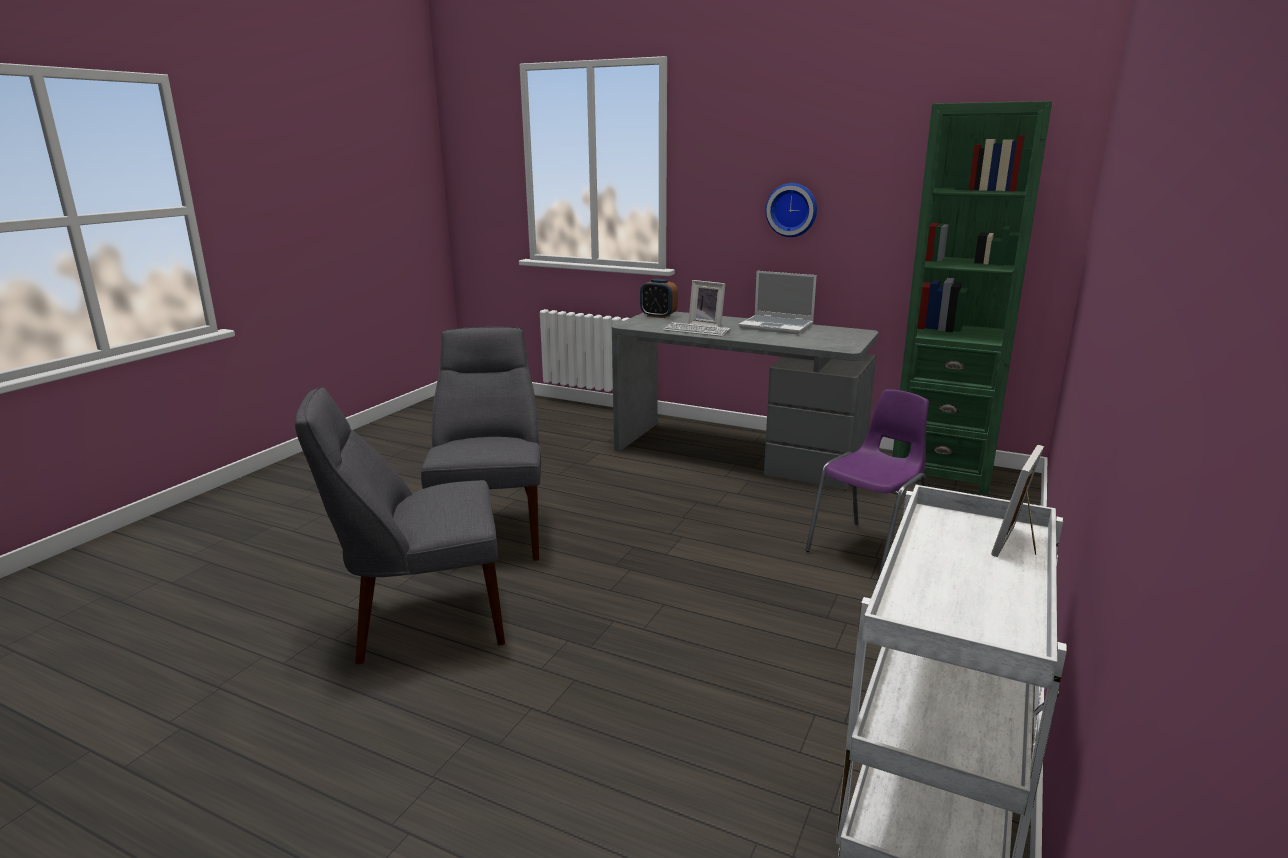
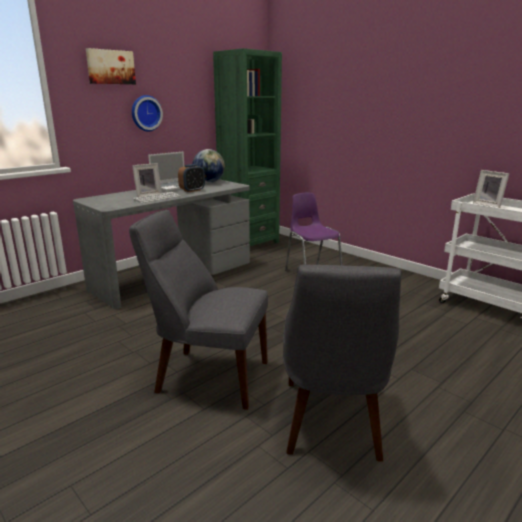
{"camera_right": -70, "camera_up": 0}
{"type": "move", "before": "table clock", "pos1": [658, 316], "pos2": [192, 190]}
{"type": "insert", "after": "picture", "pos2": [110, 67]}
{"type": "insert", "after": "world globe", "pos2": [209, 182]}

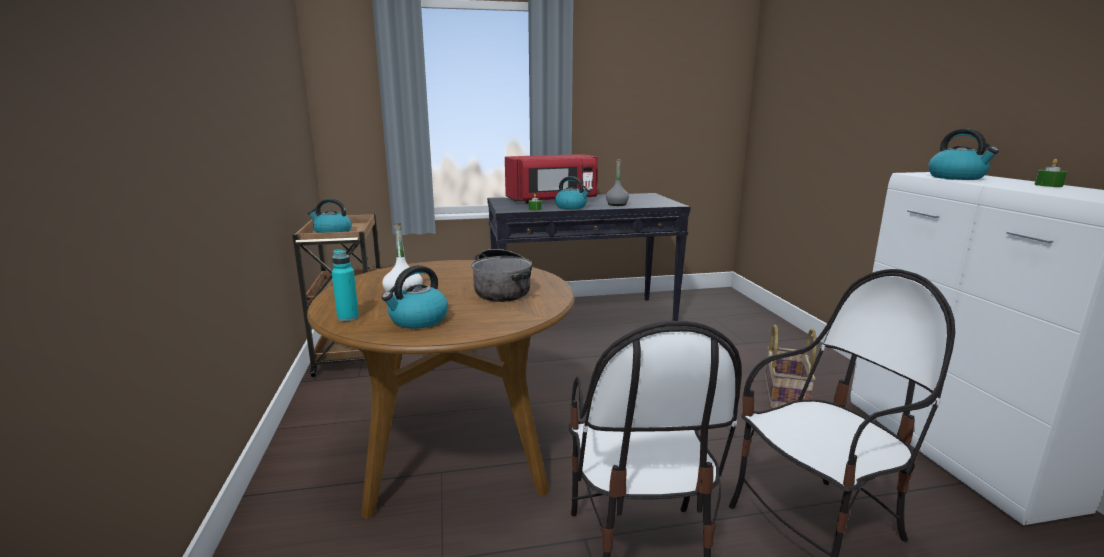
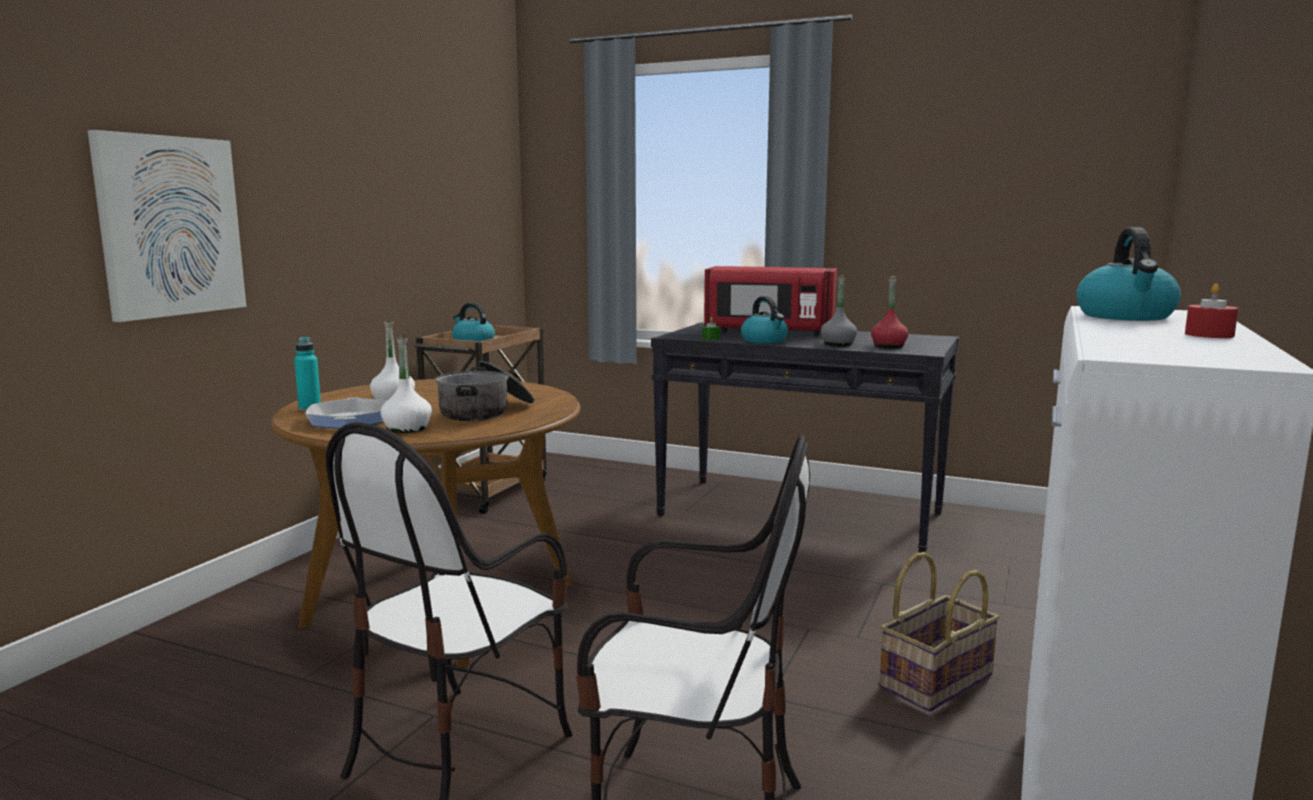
{"camera_right": 35, "camera_up": -5}
{"type": "replace", "before": "kettle", "after": "frying pan", "pos1": [418, 320], "pos2": [350, 420]}
{"type": "recolor", "before": "green wax light", "after": "red wax light", "pos1": [1048, 185], "pos2": [1209, 335]}
{"type": "insert", "after": "picture", "pos2": [170, 226]}
{"type": "insert", "after": "white-coloured beverage bottle", "pos2": [407, 428]}
{"type": "insert", "after": "red beverage bottle", "pos2": [888, 346]}

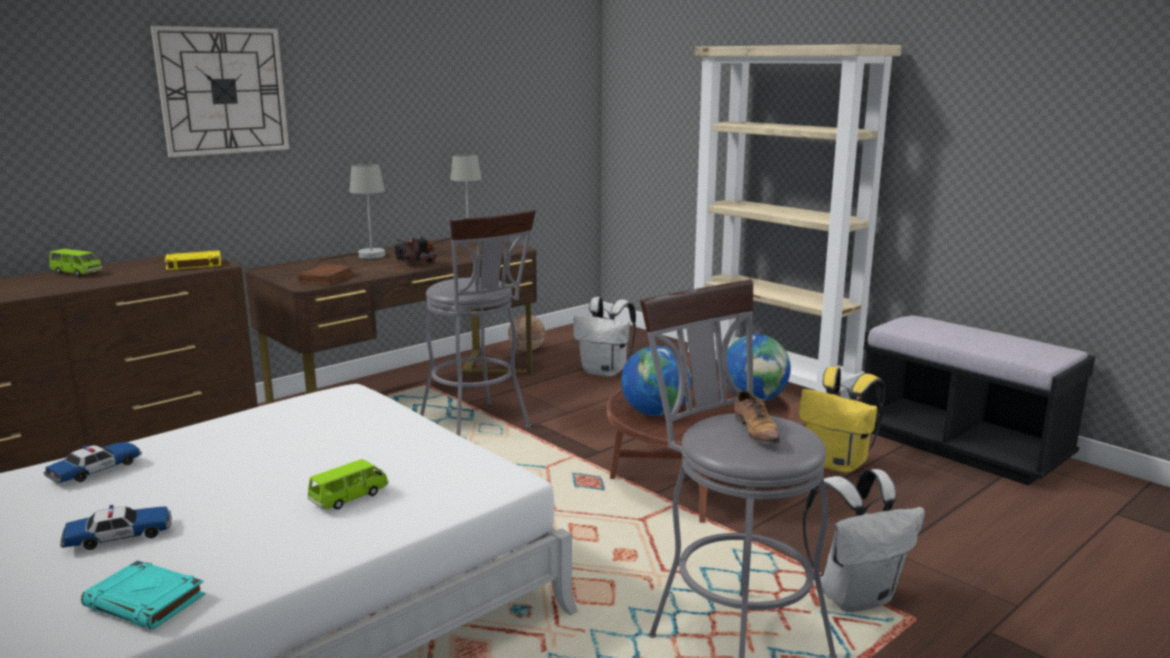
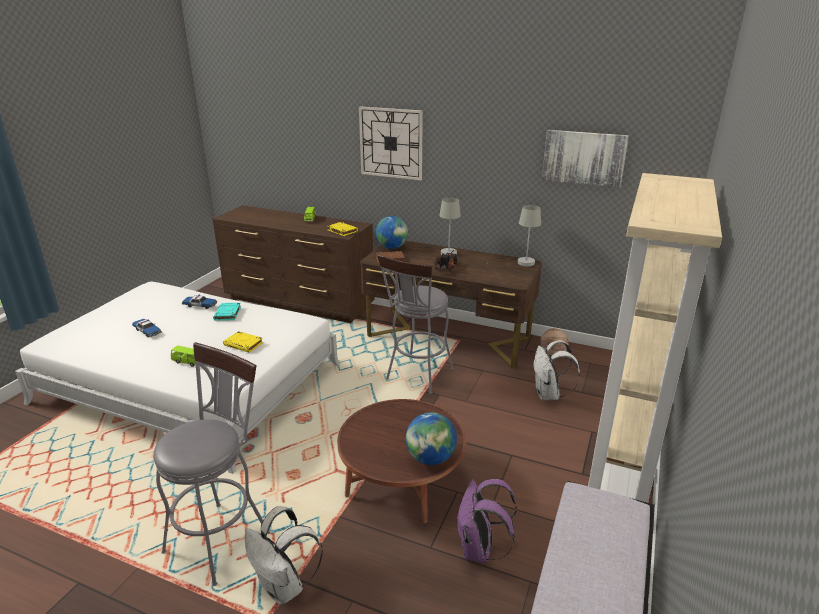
{"camera_right": 65, "camera_up": 10}
{"type": "move", "before": "blue-green volume", "pos1": [146, 602], "pos2": [228, 314]}
{"type": "move", "before": "world globe", "pos1": [655, 413], "pos2": [392, 247]}
{"type": "delete", "before": "low shoe", "pos1": [756, 431]}
{"type": "recolor", "before": "yellowish backpack", "after": "purple backpack", "pos1": [838, 464], "pos2": [479, 550]}
{"type": "insert", "after": "yellowish volume", "pos2": [244, 344]}
{"type": "insert", "after": "picture", "pos2": [584, 158]}

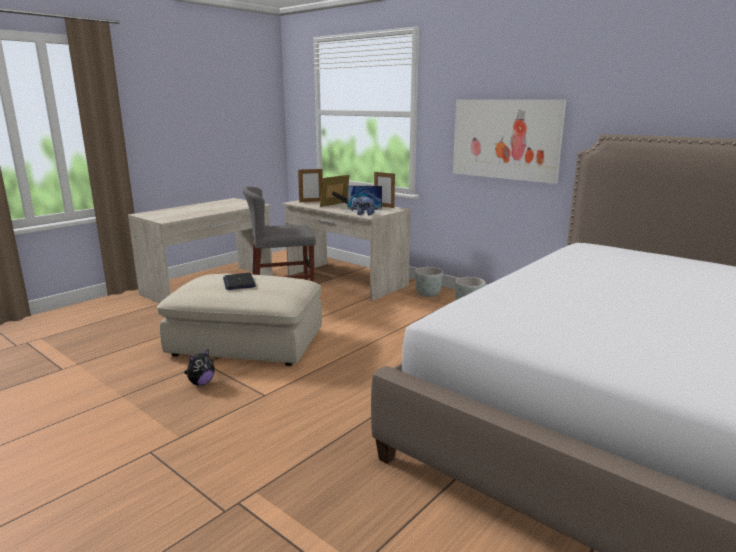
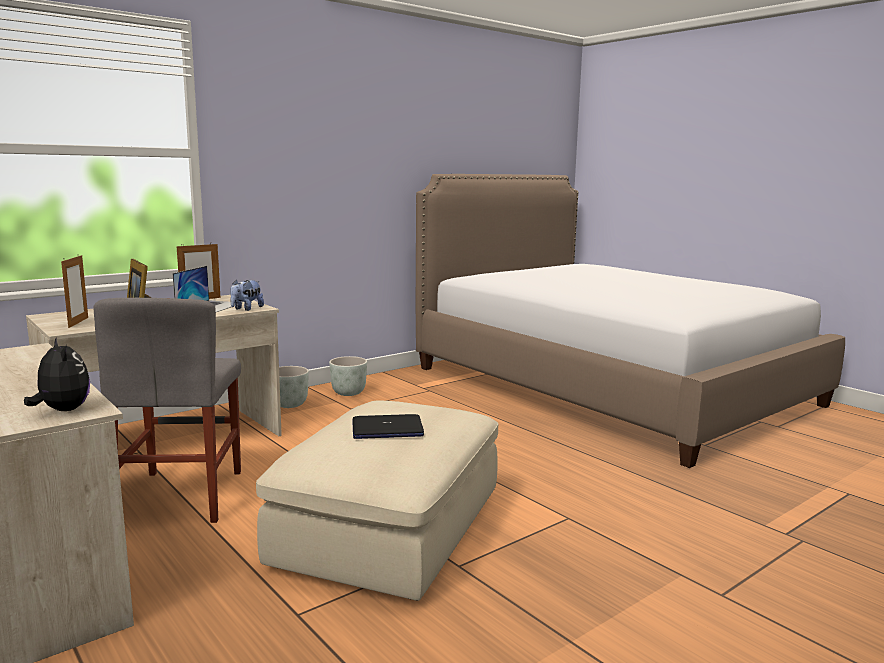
{"camera_right": -80, "camera_up": -5}
{"type": "move", "before": "plush toy", "pos1": [201, 383], "pos2": [62, 410]}
{"type": "delete", "before": "picture", "pos1": [505, 139]}

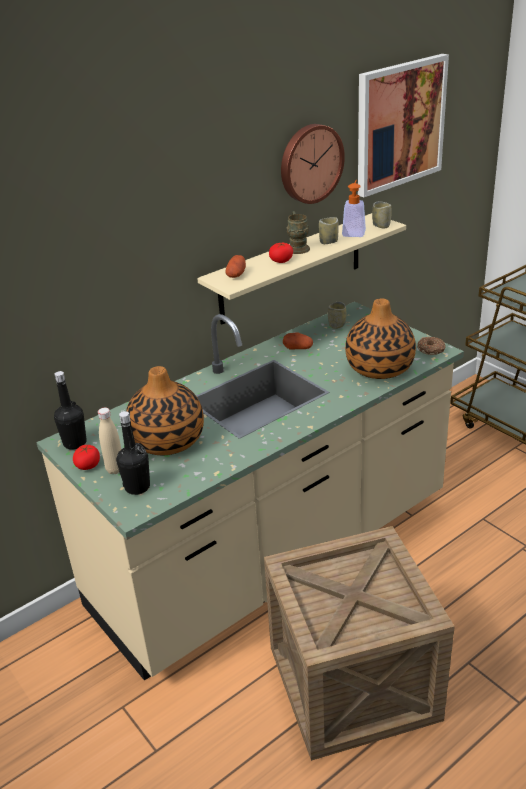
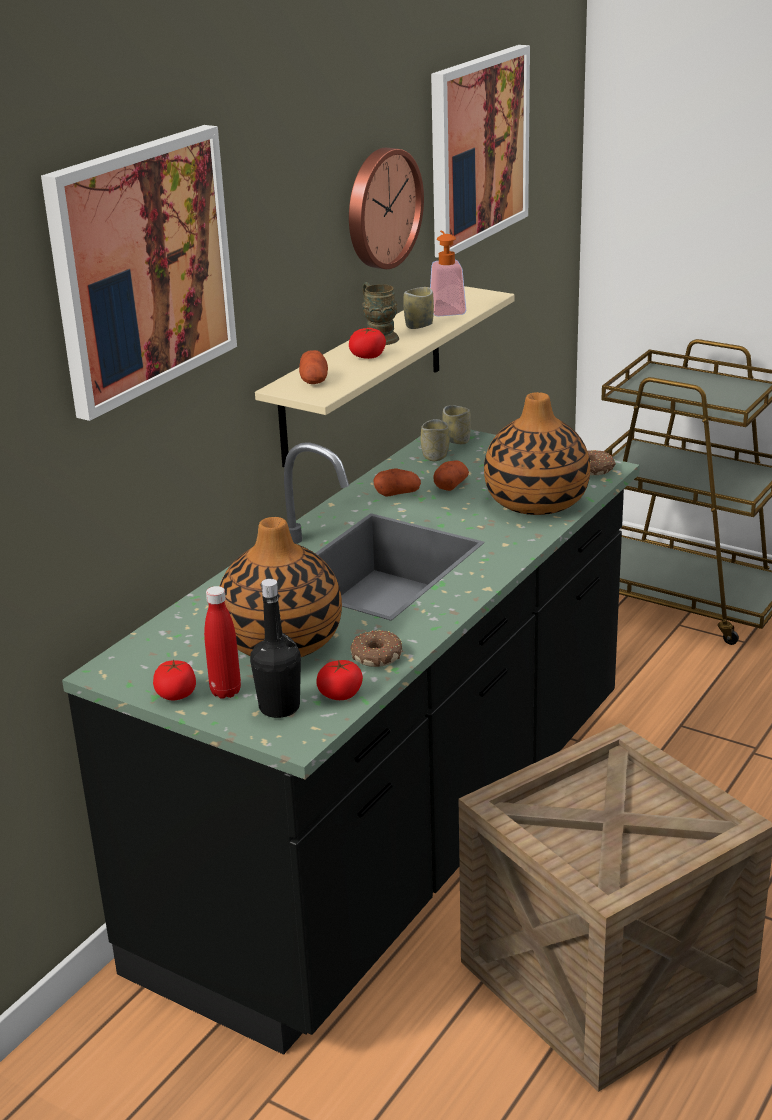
{"camera_right": -20, "camera_up": -5}
{"type": "recolor", "before": "beige kitchen counter", "after": "black-coloured kitchen counter", "pos1": [273, 554], "pos2": [397, 834]}
{"type": "delete", "before": "black-coloured beverage bottle", "pos1": [75, 443]}
{"type": "recolor", "before": "beige beverage bottle", "after": "red beverage bottle", "pos1": [115, 469], "pos2": [225, 691]}
{"type": "move", "before": "small cup", "pos1": [381, 226], "pos2": [456, 440]}
{"type": "insert", "after": "picture", "pos2": [141, 268]}
{"type": "insert", "after": "whole tomato", "pos2": [340, 693]}
{"type": "insert", "after": "ring doughnut", "pos2": [376, 655]}
{"type": "insert", "after": "potato", "pos2": [451, 485]}

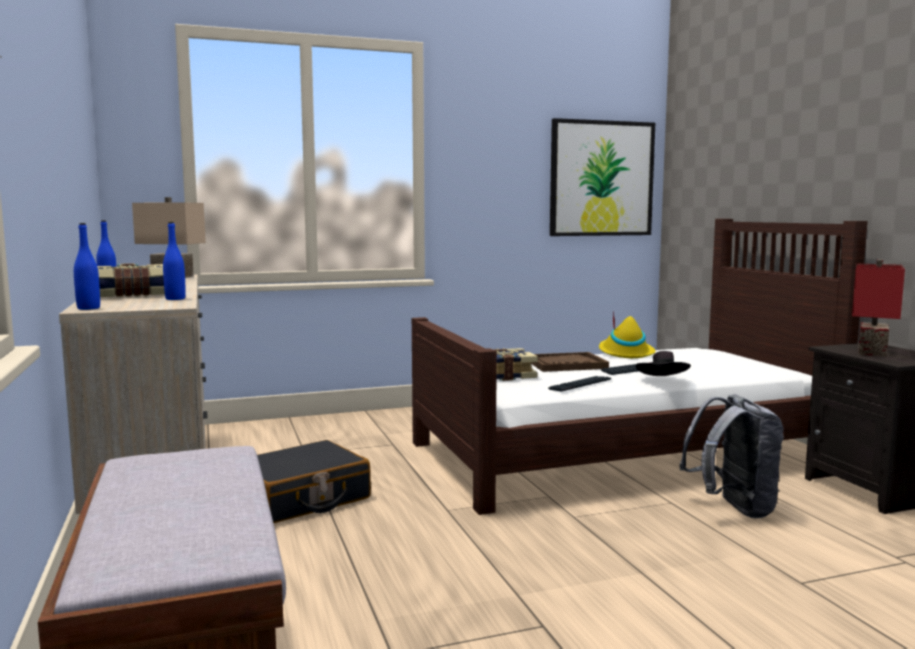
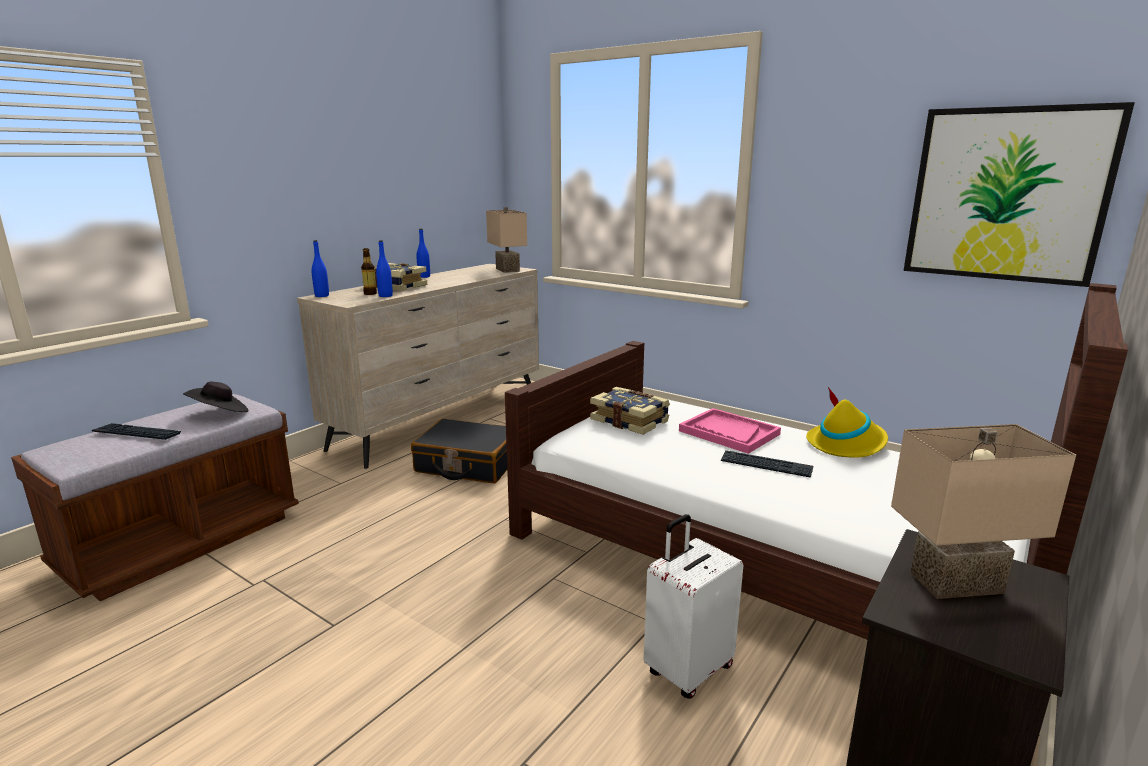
{"camera_right": 55, "camera_up": 10}
{"type": "recolor", "before": "brown-coloured carrying tray", "after": "pink carrying tray", "pos1": [566, 364], "pos2": [728, 433]}
{"type": "move", "before": "keyboard", "pos1": [580, 385], "pos2": [136, 433]}
{"type": "move", "before": "black-coloured wearable hat", "pos1": [663, 381], "pos2": [220, 414]}
{"type": "replace", "before": "greyish backpack", "after": "white-coloured piece of luggage", "pos1": [733, 508], "pos2": [687, 669]}
{"type": "recolor", "before": "red tabletop lamp", "after": "beige tabletop lamp", "pos1": [874, 352], "pos2": [957, 585]}
{"type": "insert", "after": "beverage bottle", "pos2": [370, 294]}

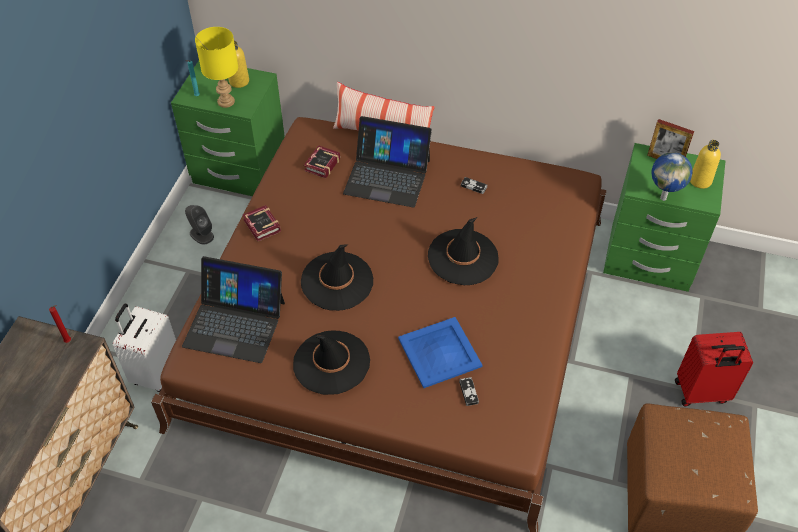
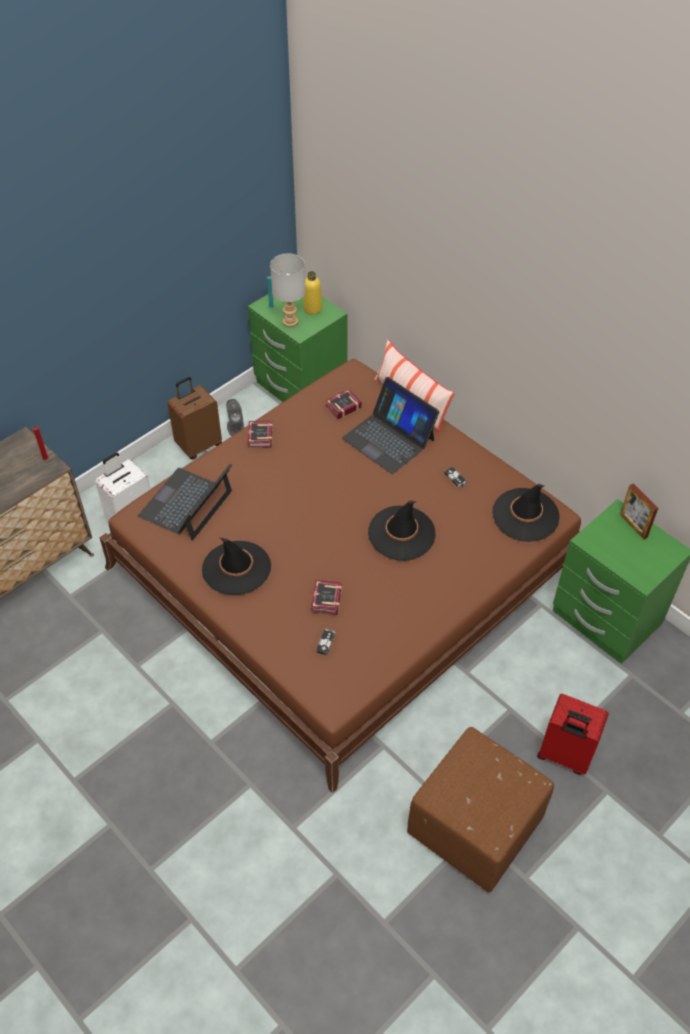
{"camera_right": 30, "camera_up": 0}
{"type": "rotate", "before": "laptop", "pos1": [235, 323], "pos2": [187, 504], "turn": 75}
{"type": "recolor", "before": "yellowish tabletop lamp", "after": "greyish tabletop lamp", "pos1": [226, 102], "pos2": [290, 322]}
{"type": "move", "before": "black-coloured wearable hat", "pos1": [337, 281], "pos2": [525, 515]}
{"type": "replace", "before": "blue carrying tray", "after": "volume", "pos1": [439, 353], "pos2": [325, 601]}
{"type": "delete", "before": "world globe", "pos1": [663, 197]}
{"type": "delete", "before": "yellowish beverage bottle", "pos1": [700, 181]}
{"type": "insert", "after": "brown-coloured piece of luggage", "pos2": [199, 445]}

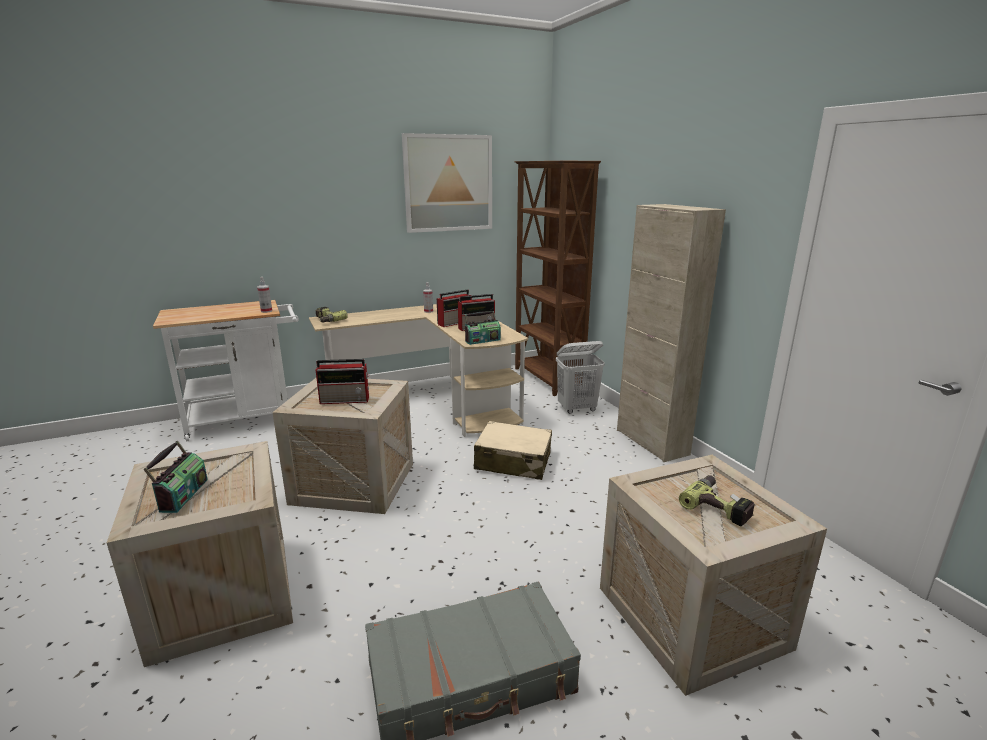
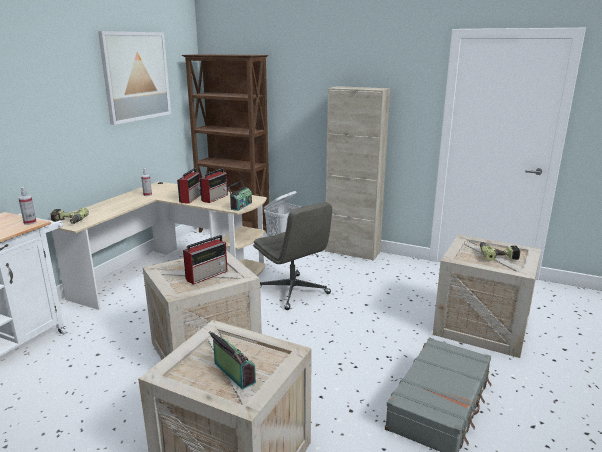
{"camera_right": -40, "camera_up": 0}
{"type": "replace", "before": "beige piece of luggage", "after": "greyish desk chair", "pos1": [513, 462], "pos2": [293, 292]}

